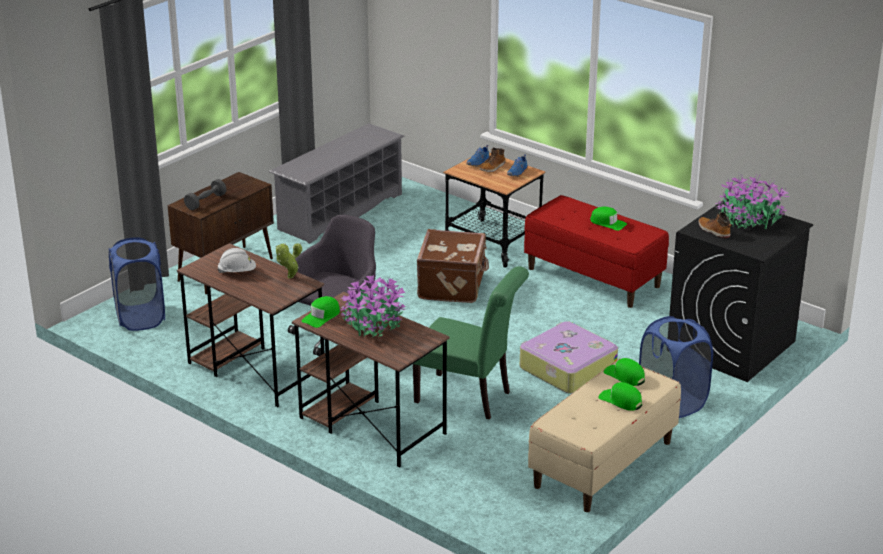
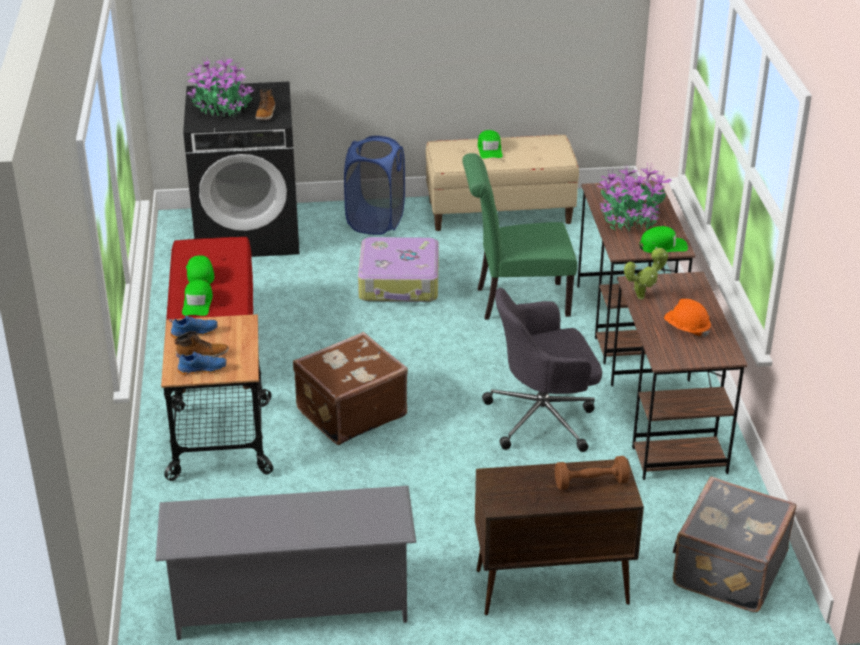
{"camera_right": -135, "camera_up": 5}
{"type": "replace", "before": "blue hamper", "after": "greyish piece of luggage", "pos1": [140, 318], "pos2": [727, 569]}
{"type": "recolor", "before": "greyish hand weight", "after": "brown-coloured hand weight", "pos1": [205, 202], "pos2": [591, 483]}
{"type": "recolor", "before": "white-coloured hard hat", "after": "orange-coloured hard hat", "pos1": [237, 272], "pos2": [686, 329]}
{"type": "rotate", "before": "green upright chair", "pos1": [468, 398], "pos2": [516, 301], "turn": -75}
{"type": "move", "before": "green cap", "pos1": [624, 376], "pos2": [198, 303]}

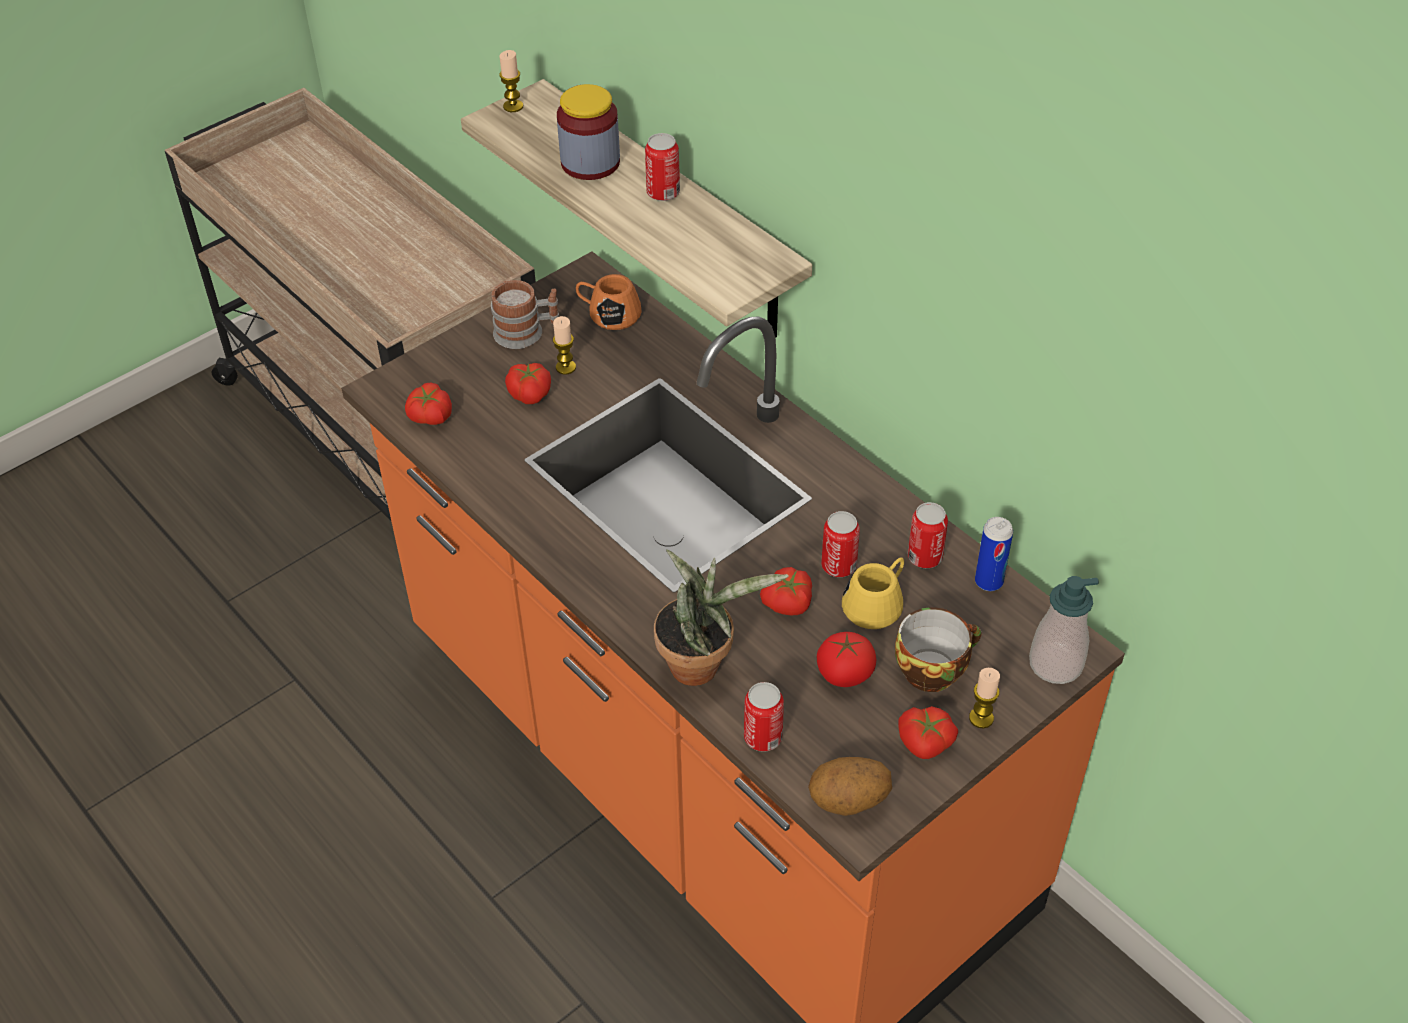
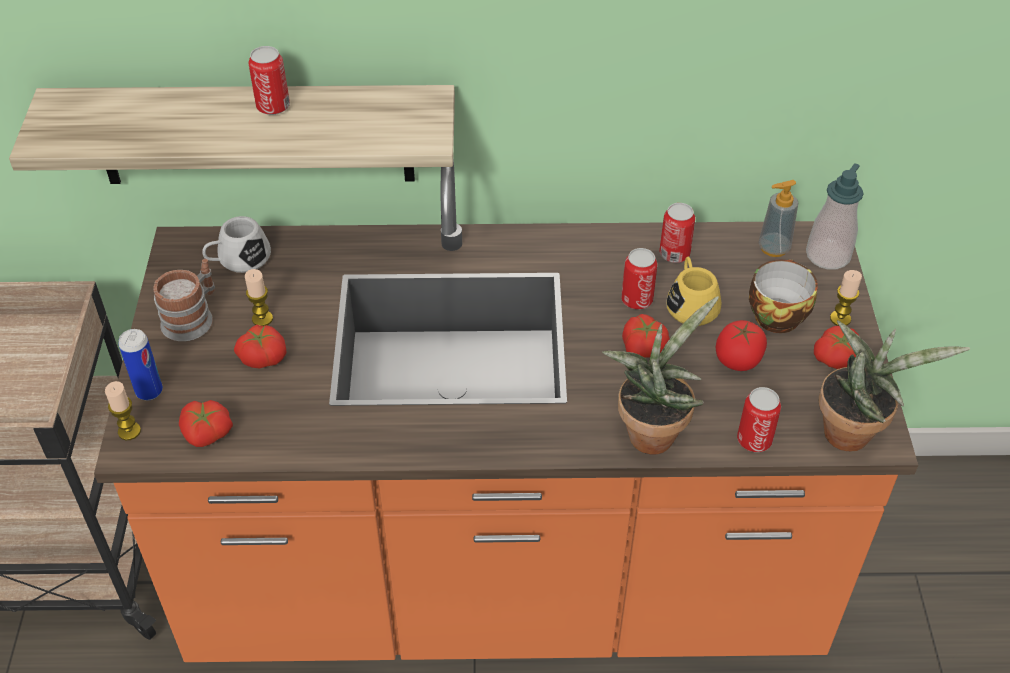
{"camera_right": -50, "camera_up": 0}
{"type": "move", "before": "wax light", "pos1": [513, 106], "pos2": [129, 431]}
{"type": "delete", "before": "storage jar", "pos1": [590, 162]}
{"type": "recolor", "before": "orange-coloured tea mug", "after": "white-coloured tea mug", "pos1": [608, 314], "pos2": [238, 259]}
{"type": "replace", "before": "potato", "after": "plant in a pot", "pos1": [848, 802], "pos2": [853, 431]}
{"type": "move", "before": "metal can", "pos1": [988, 582], "pos2": [149, 391]}
{"type": "insert", "after": "soap bottle", "pos2": [773, 248]}

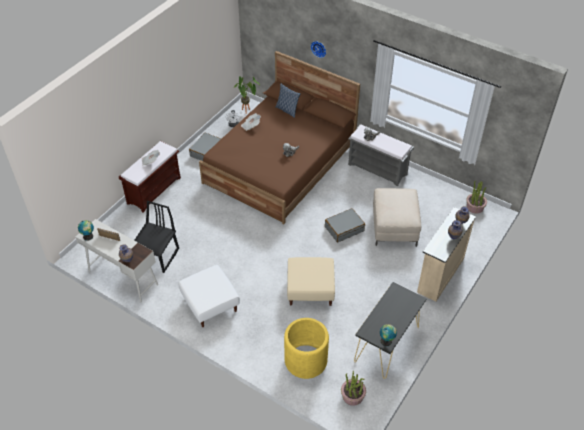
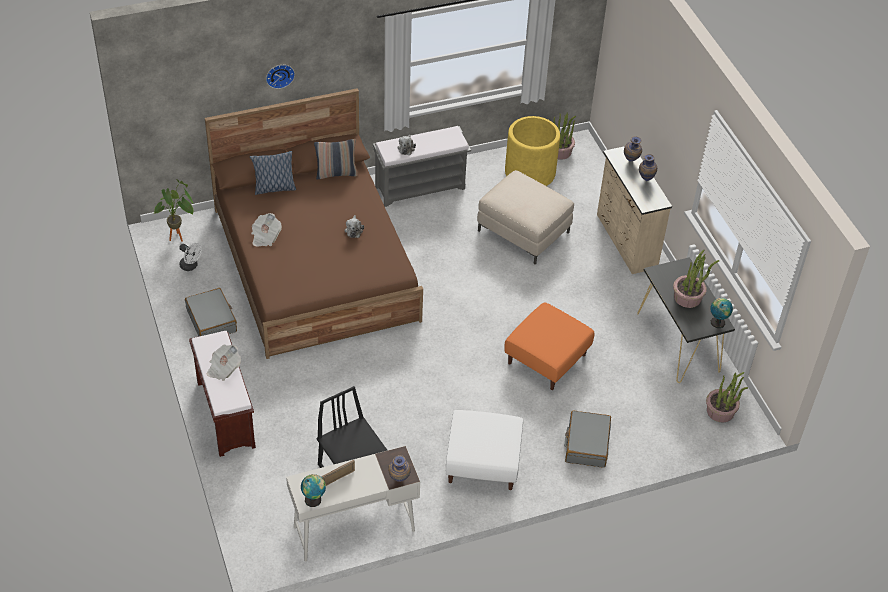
{"camera_right": -55, "camera_up": 0}
{"type": "move", "before": "yellowish planter", "pos1": [306, 360], "pos2": [530, 173]}
{"type": "recolor", "before": "beige pouffe", "after": "orange-coloured pouffe", "pos1": [310, 290], "pos2": [547, 359]}
{"type": "move", "before": "greyish piece of luggage", "pos1": [344, 229], "pos2": [586, 444]}
{"type": "insert", "after": "pillow", "pos2": [336, 173]}
{"type": "insert", "after": "plant in a pot", "pos2": [688, 297]}

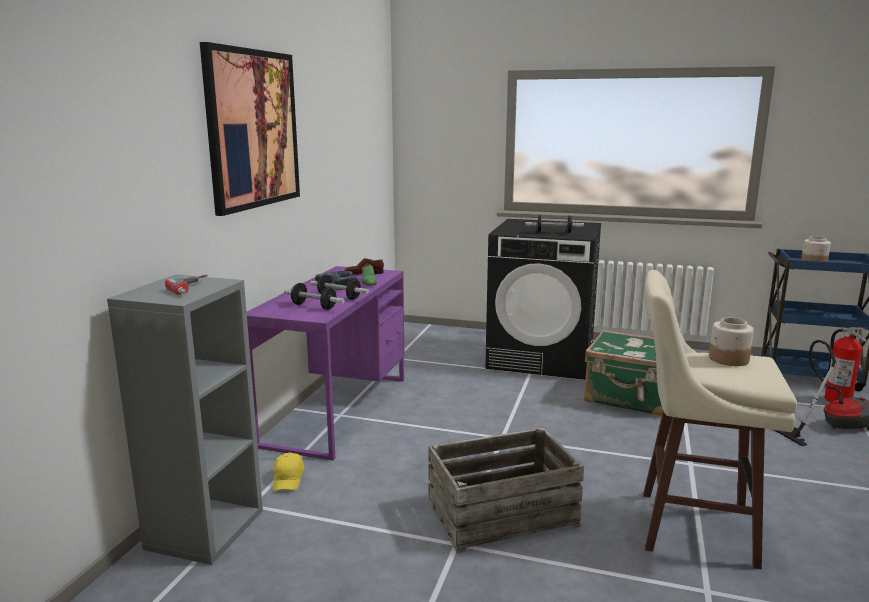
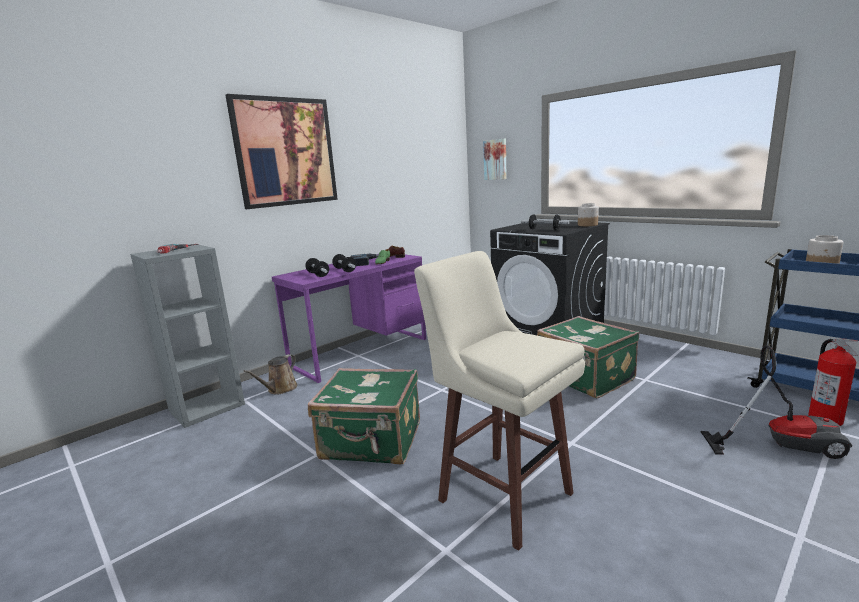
{"camera_right": 30, "camera_up": 0}
{"type": "replace", "before": "yellowish cap", "after": "brown-coloured watering can", "pos1": [288, 480], "pos2": [280, 389]}
{"type": "replace", "before": "crate", "after": "green piece of luggage", "pos1": [501, 513], "pos2": [372, 442]}
{"type": "move", "before": "storage jar", "pos1": [728, 359], "pos2": [587, 225]}
{"type": "insert", "after": "picture", "pos2": [496, 159]}

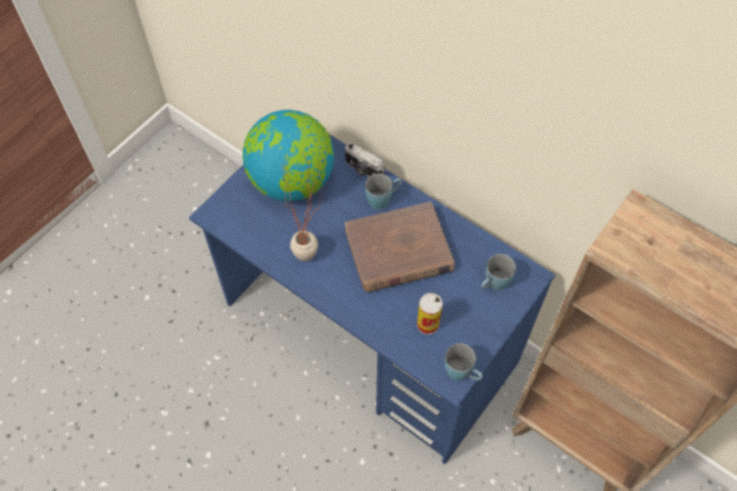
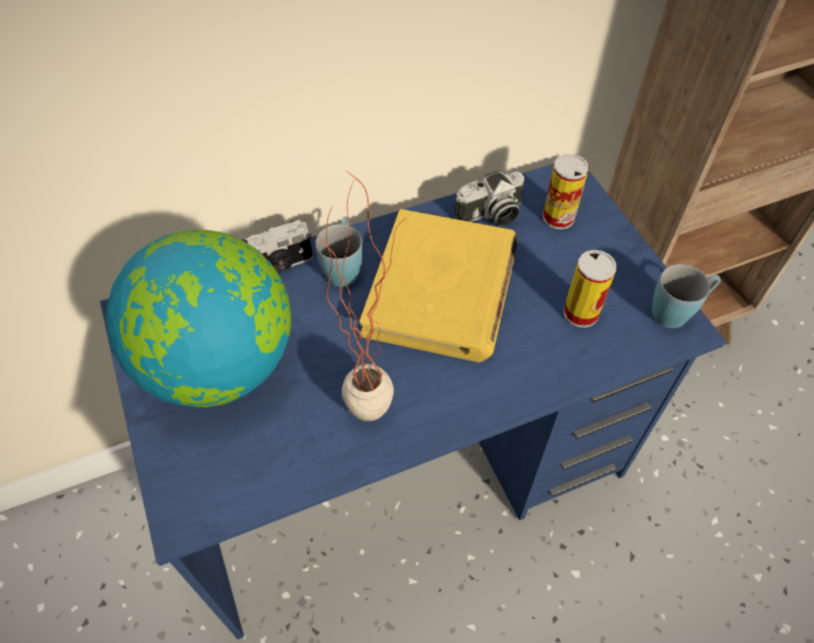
{"camera_right": -60, "camera_up": -5}
{"type": "recolor", "before": "brown-coloured volume", "after": "yellowish volume", "pos1": [398, 251], "pos2": [442, 290]}
{"type": "replace", "before": "blue tea mug", "after": "metal can", "pos1": [493, 284], "pos2": [558, 217]}
{"type": "insert", "after": "photo camera", "pos2": [490, 215]}

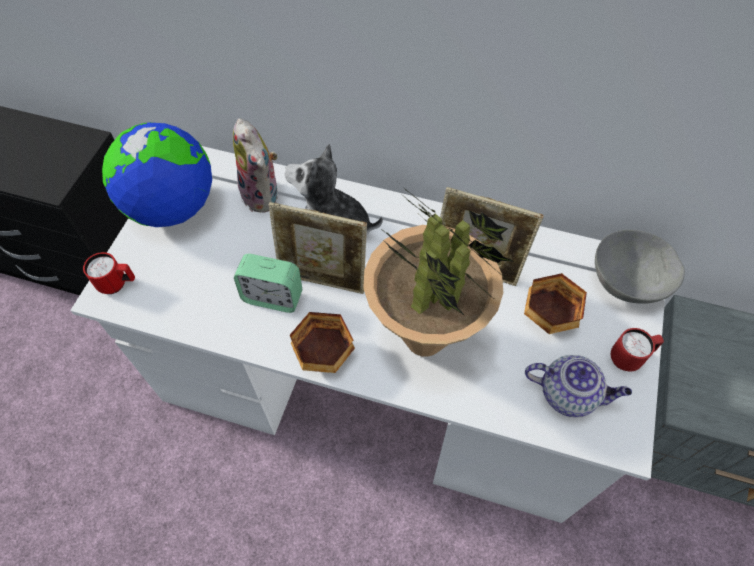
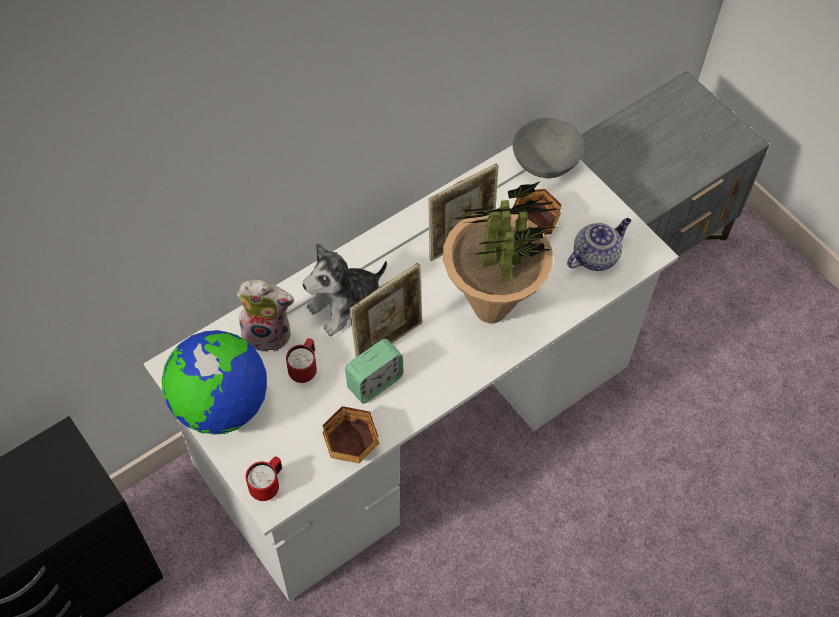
{"camera_right": -55, "camera_up": 0}
{"type": "move", "before": "deep dish", "pos1": [325, 353], "pos2": [351, 444]}
{"type": "move", "before": "red tea mug", "pos1": [629, 358], "pos2": [304, 369]}

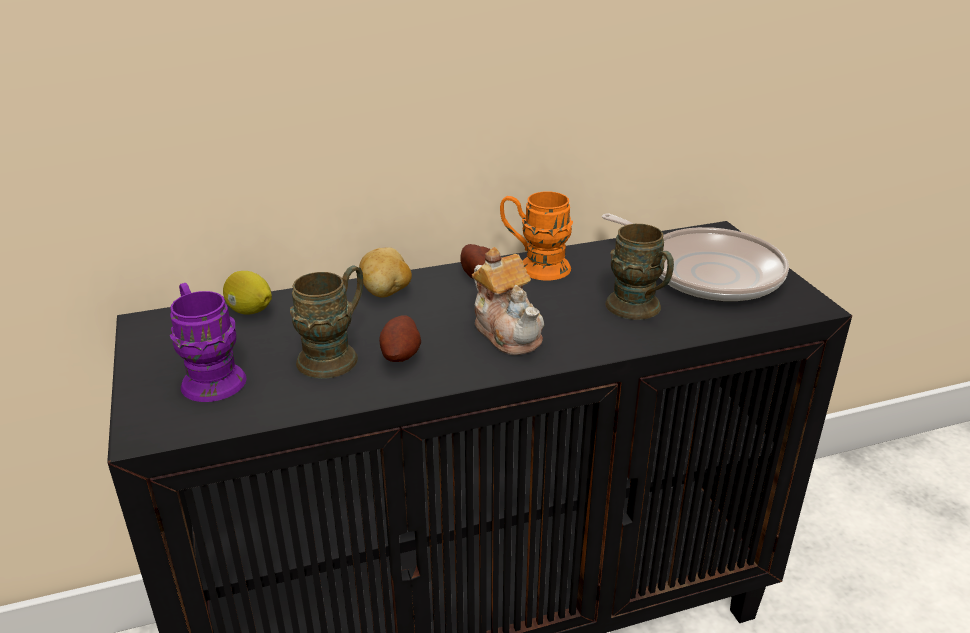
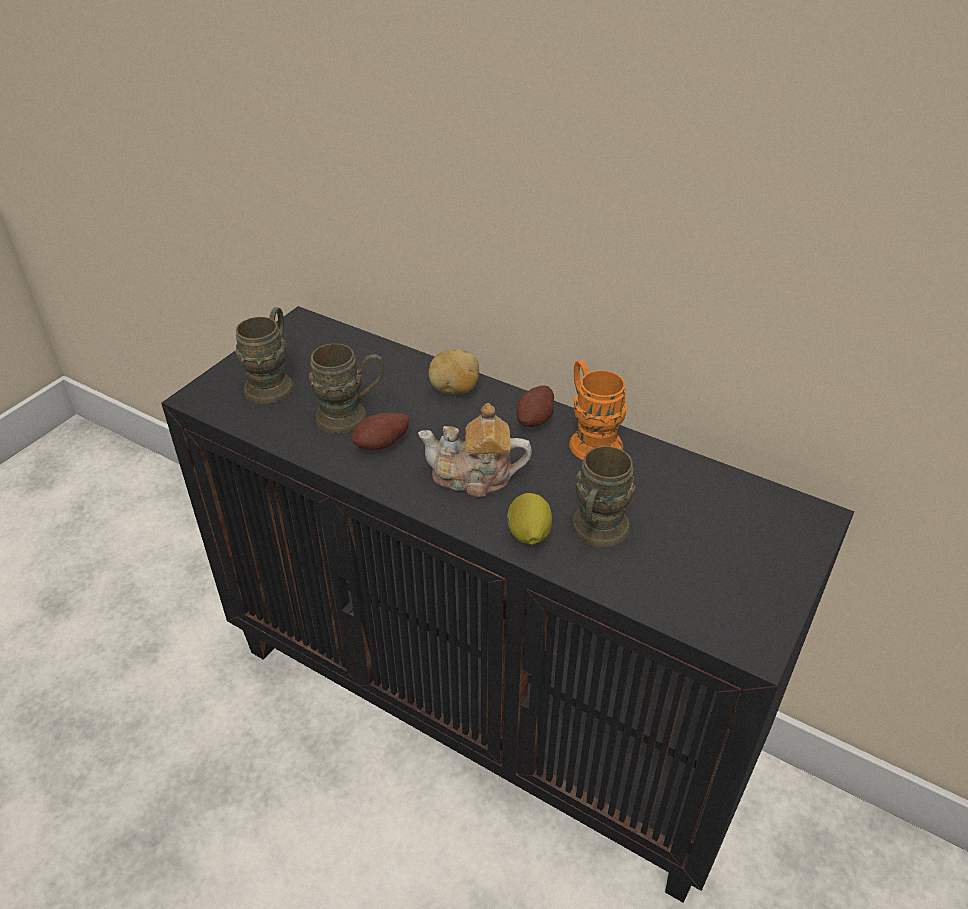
{"camera_right": 50, "camera_up": 10}
{"type": "recolor", "before": "purple tea mug", "after": "brown-coloured tea mug", "pos1": [209, 376], "pos2": [273, 382]}
{"type": "move", "before": "lemon", "pos1": [250, 311], "pos2": [528, 535]}
{"type": "rotate", "before": "teapot", "pos1": [508, 331], "pos2": [474, 477], "turn": 75}
{"type": "delete", "before": "frying pan", "pos1": [707, 272]}

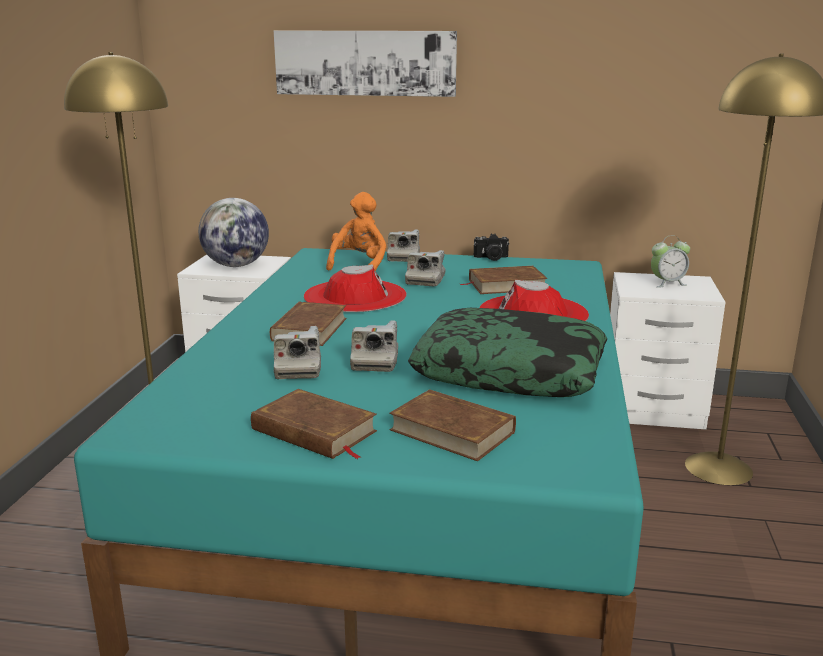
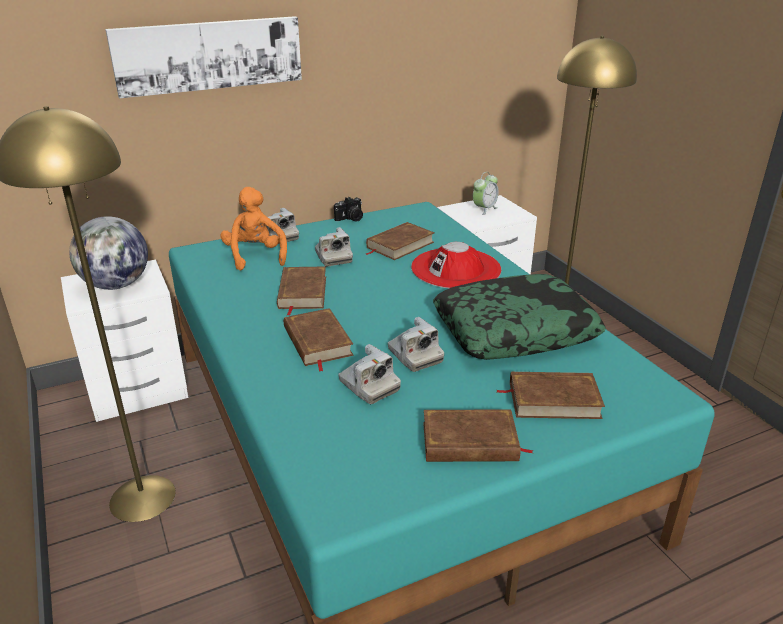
{"camera_right": -35, "camera_up": 10}
{"type": "replace", "before": "red wearable hat", "after": "brown-coloured volume", "pos1": [355, 296], "pos2": [302, 292]}

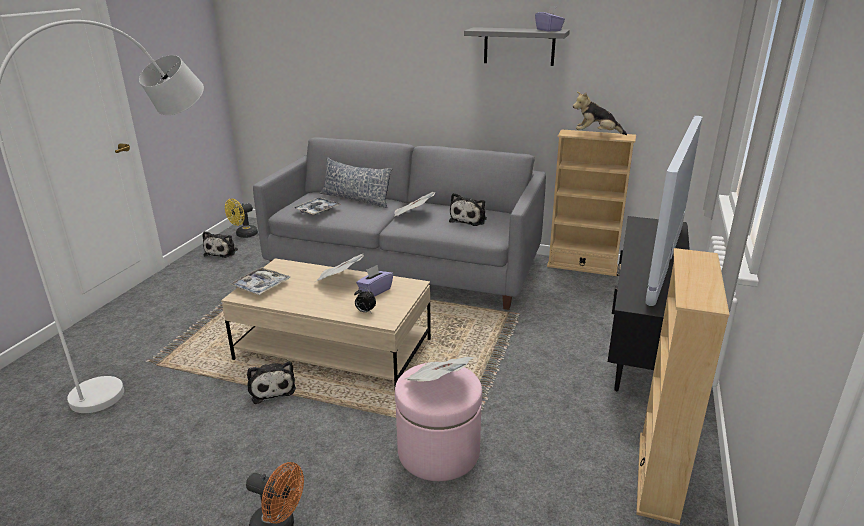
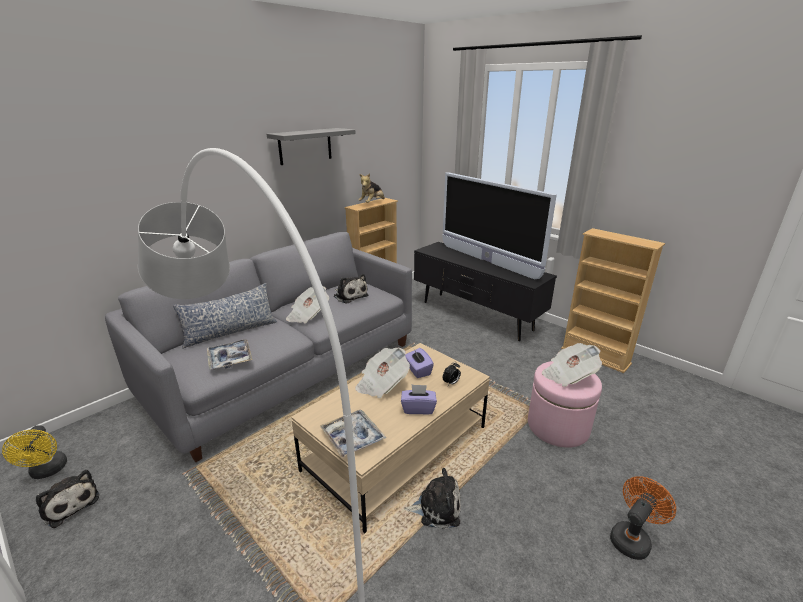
{"camera_right": -65, "camera_up": 0}
{"type": "move", "before": "purple box of tissues", "pos1": [549, 30], "pos2": [418, 408]}

